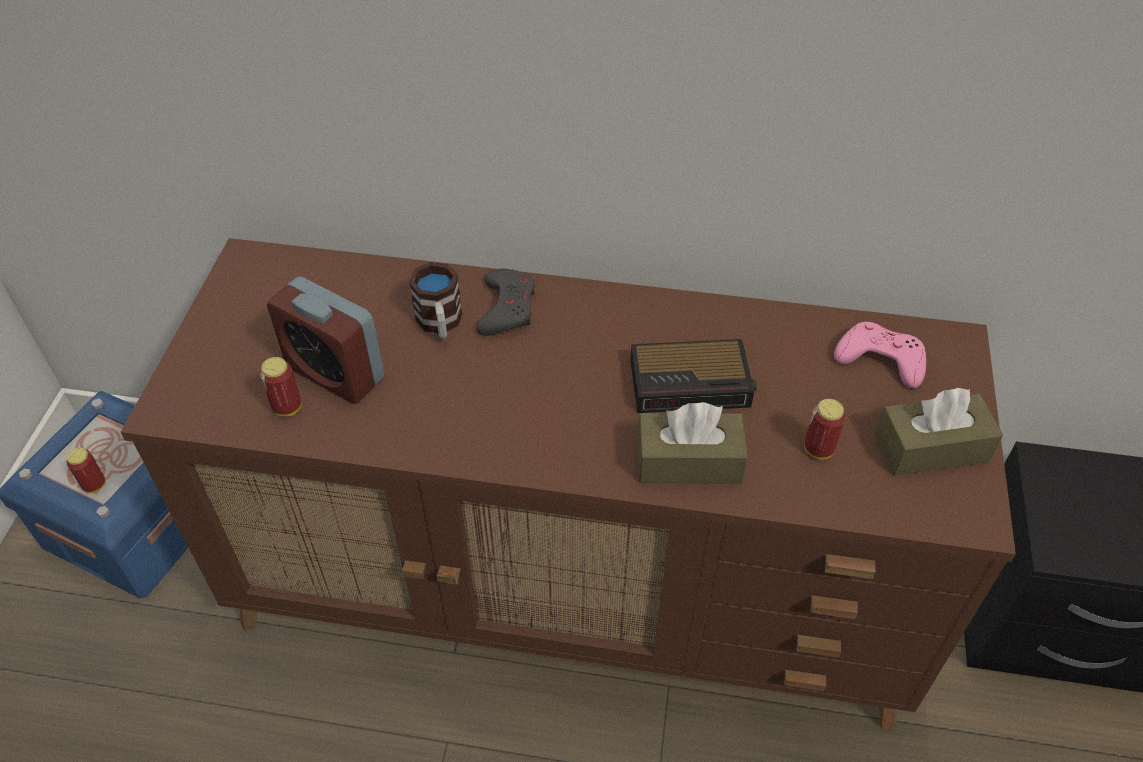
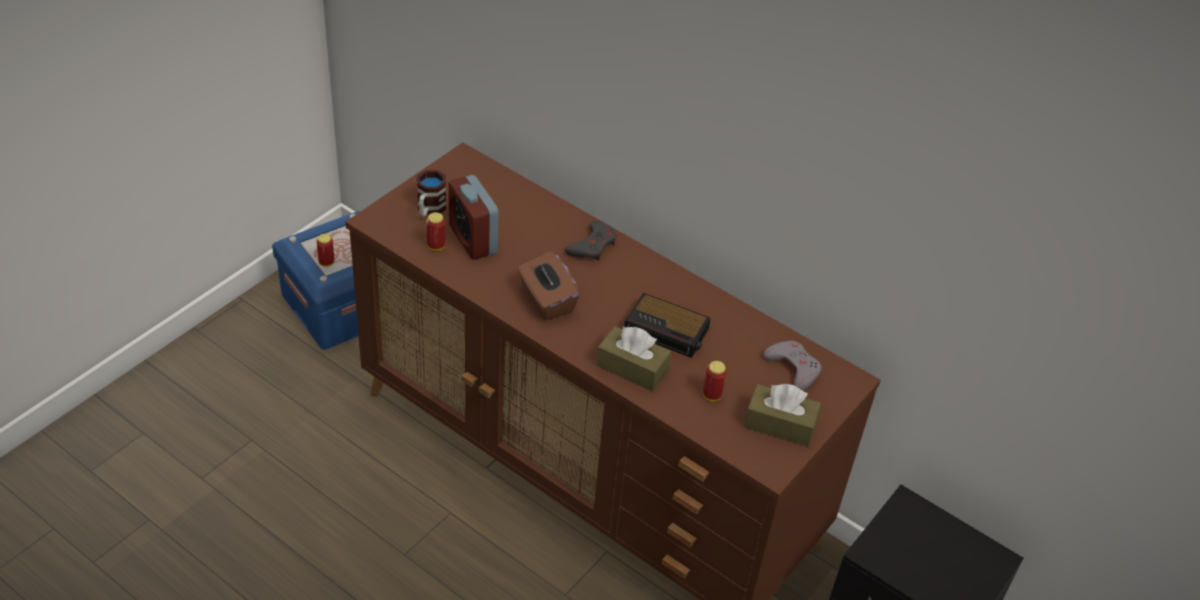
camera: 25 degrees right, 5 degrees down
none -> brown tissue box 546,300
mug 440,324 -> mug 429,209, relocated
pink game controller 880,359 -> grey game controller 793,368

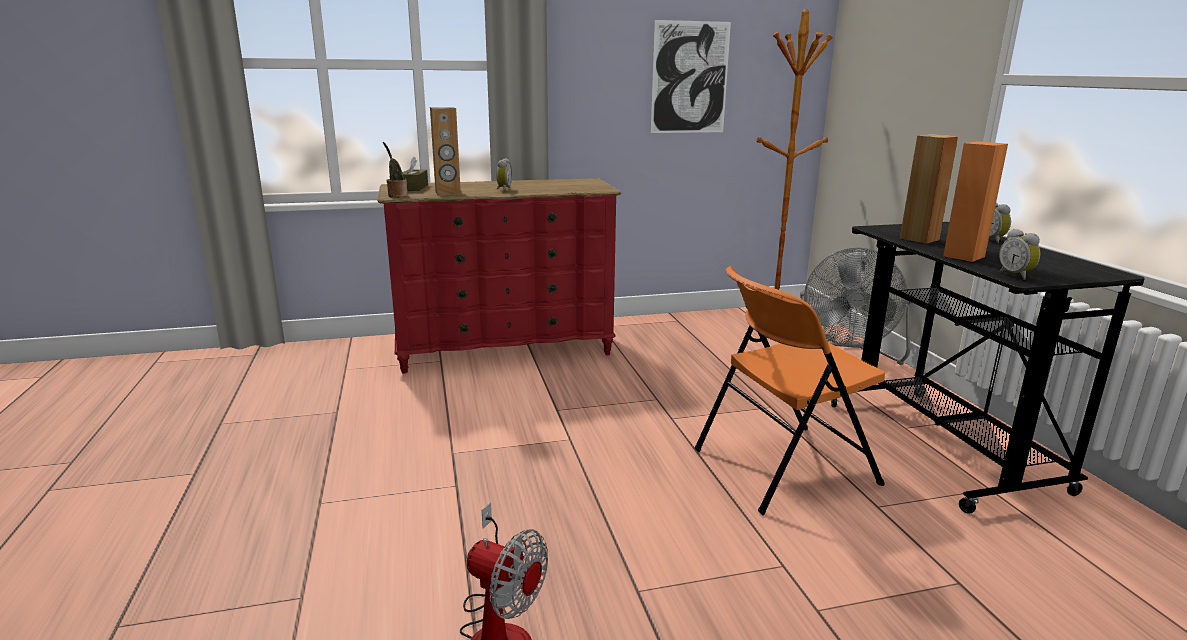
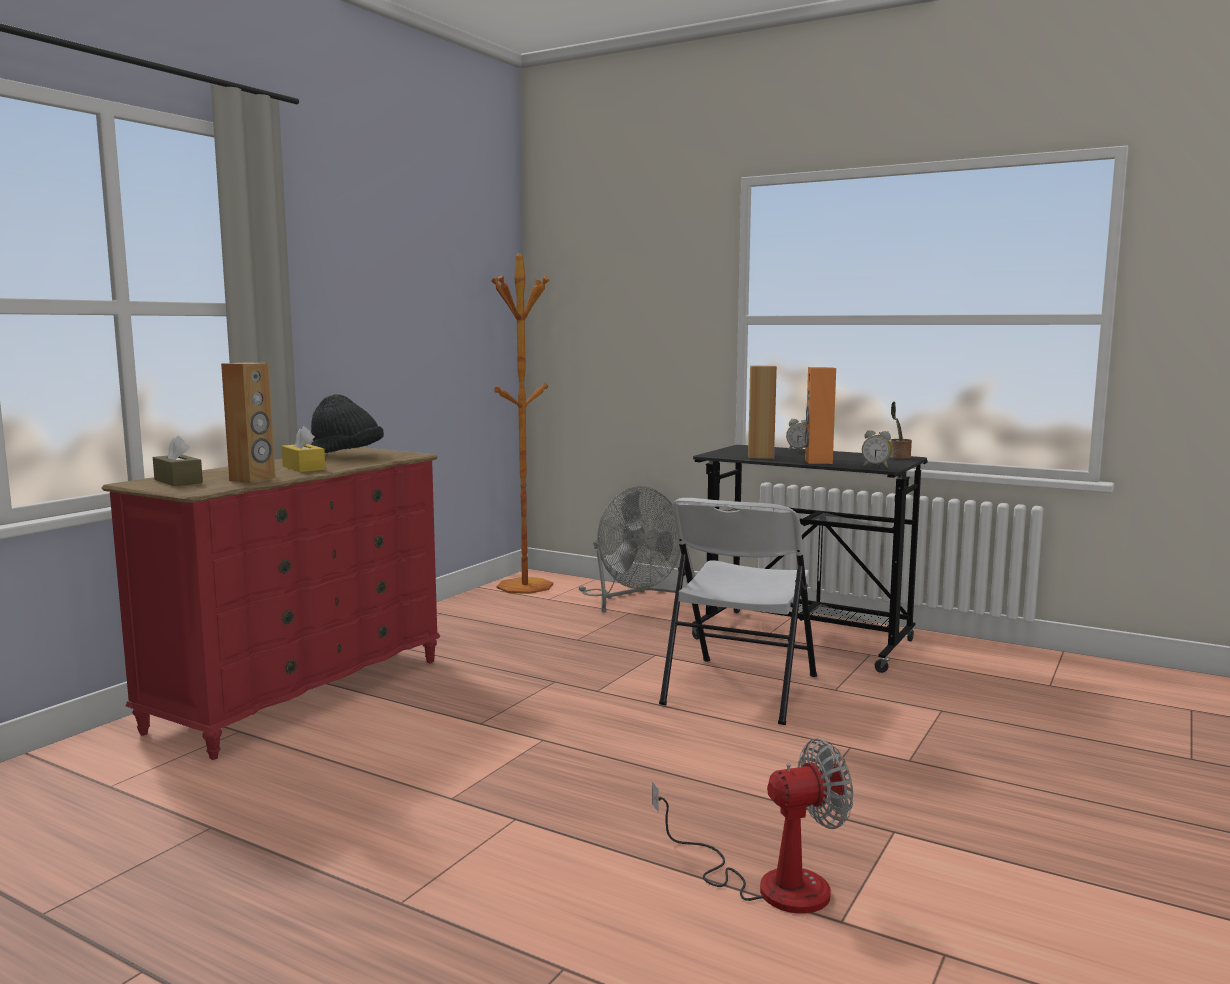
camera: 45 degrees left, 10 degrees down
picture 690,78 -> none
none -> black hat 346,456
potted plant 396,196 -> potted plant 898,457, relocated
alarm clock 503,189 -> yellow tissue box 303,468
orange chair 784,466 -> white chair 740,690

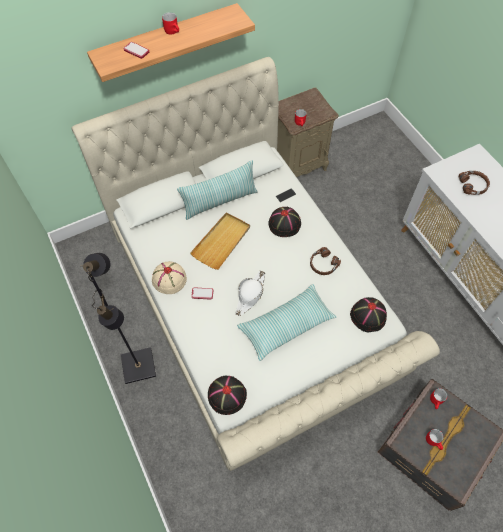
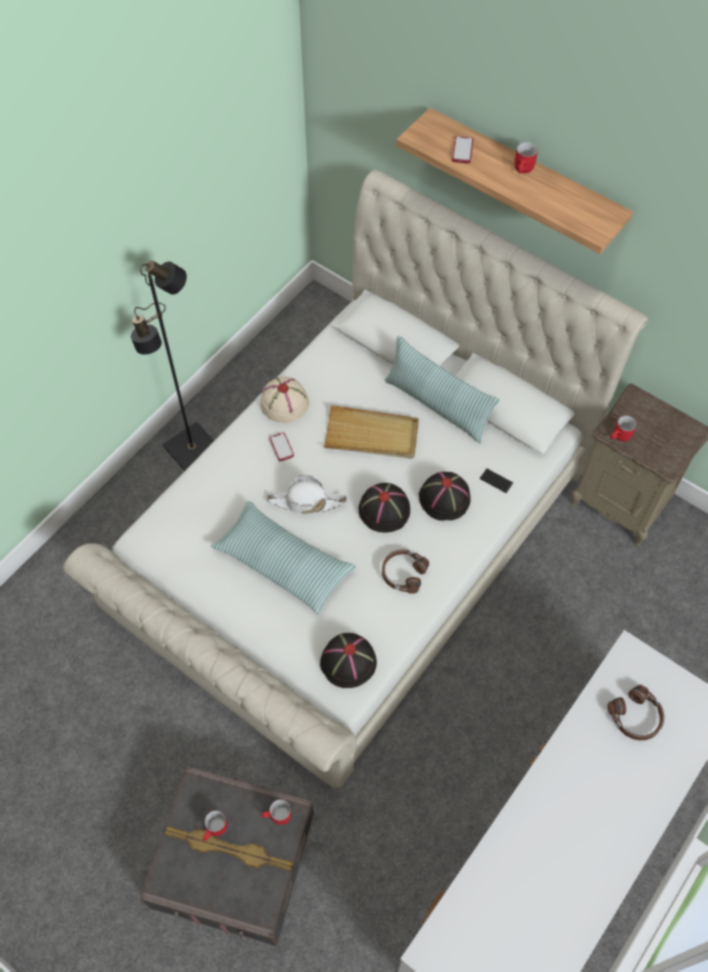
camera: 65 degrees right, 0 degrees up
black hat 226,395 -> black hat 384,509, relocated

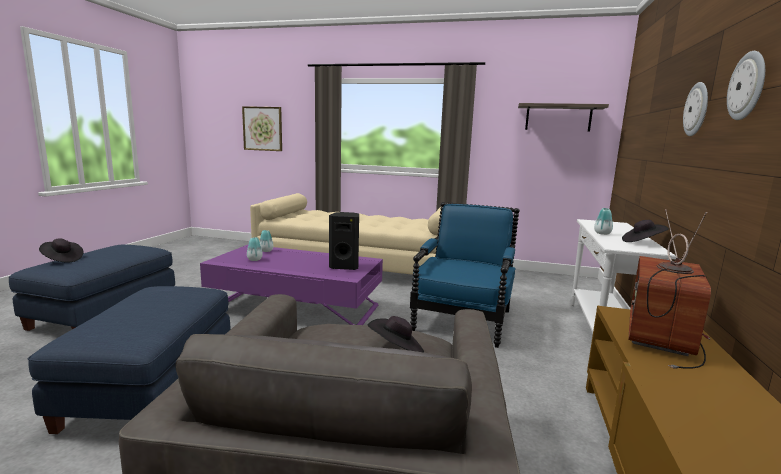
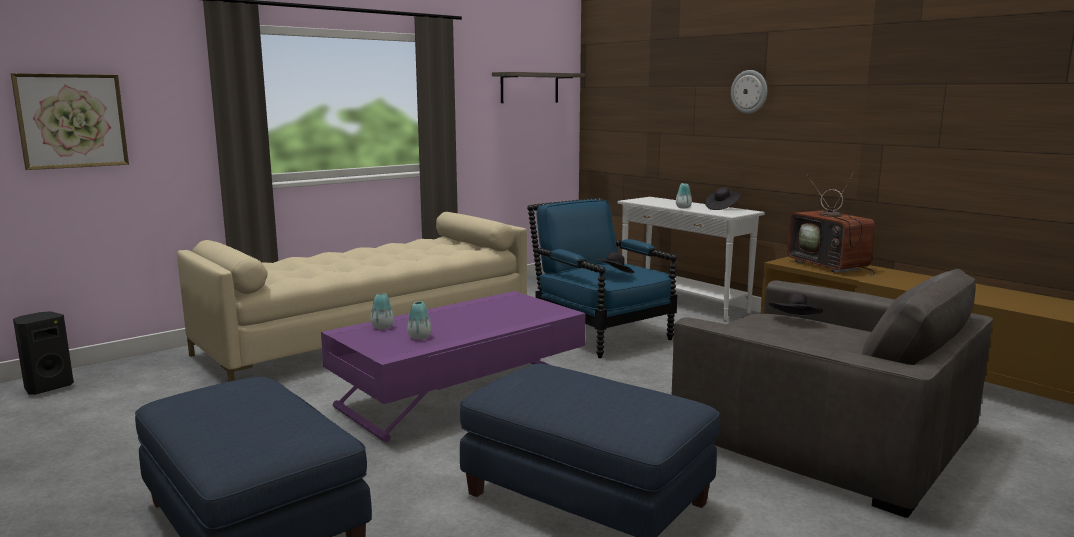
camera: 55 degrees left, 0 degrees up
wall clock 747,86 -> none
black hat 62,259 -> black hat 614,275, relocated
black speaker 345,266 -> black speaker 47,387, relocated

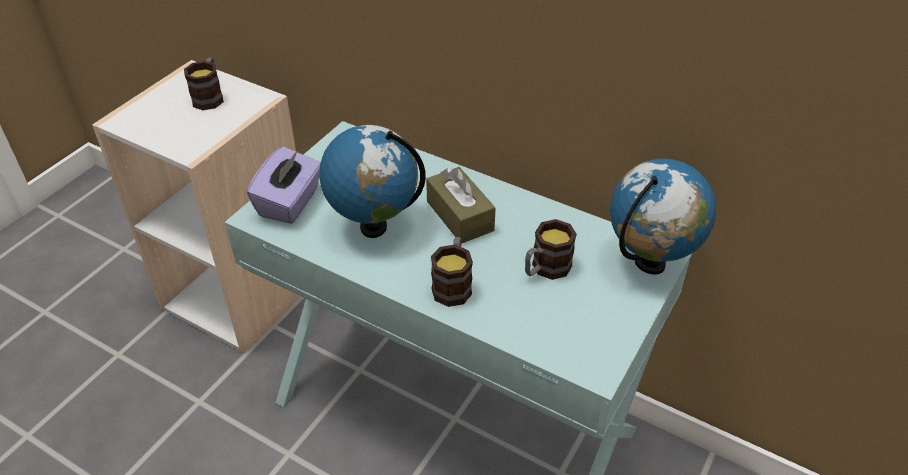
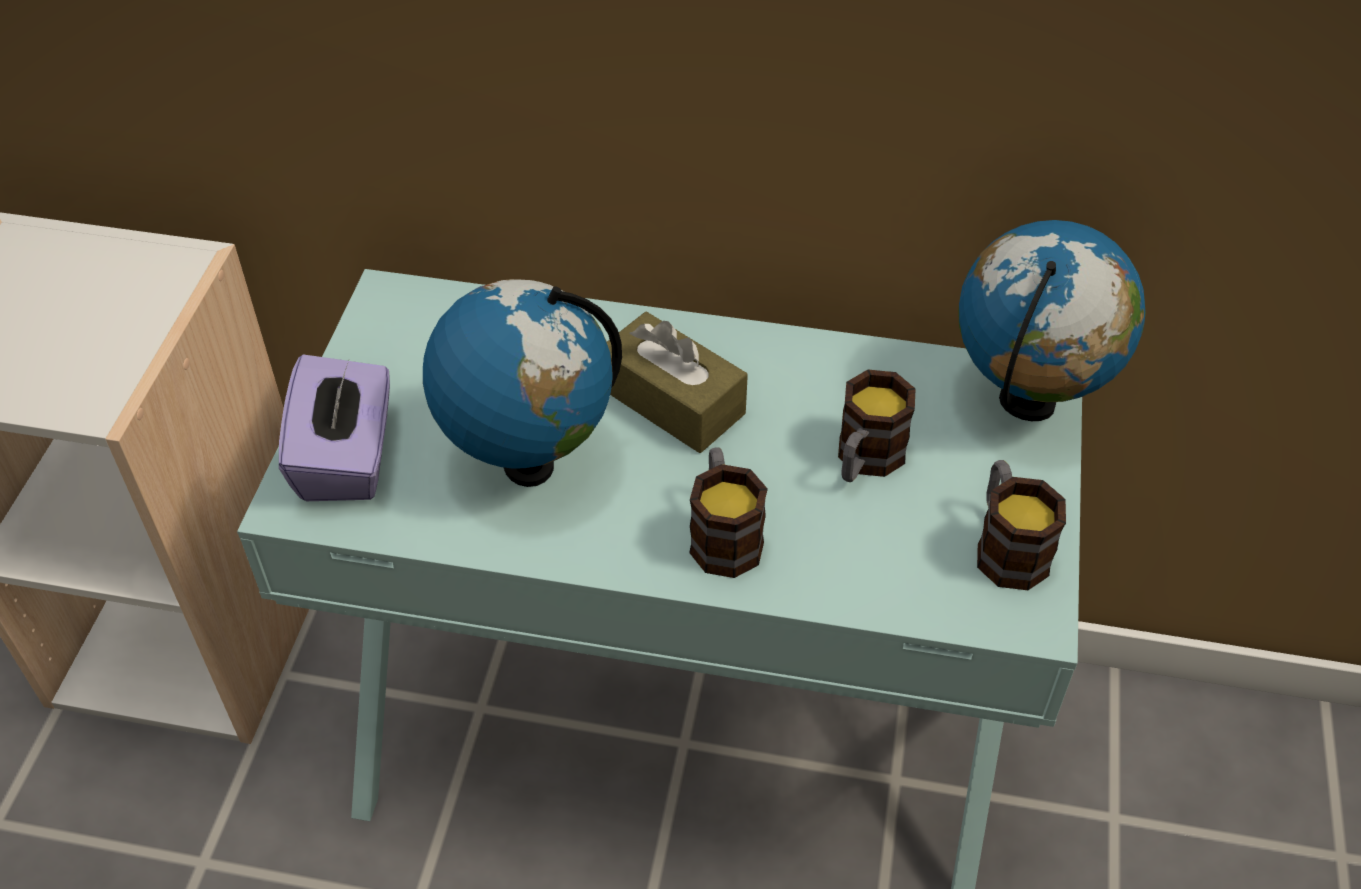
camera: 20 degrees left, 5 degrees up
mug 210,96 -> mug 1006,546, relocated

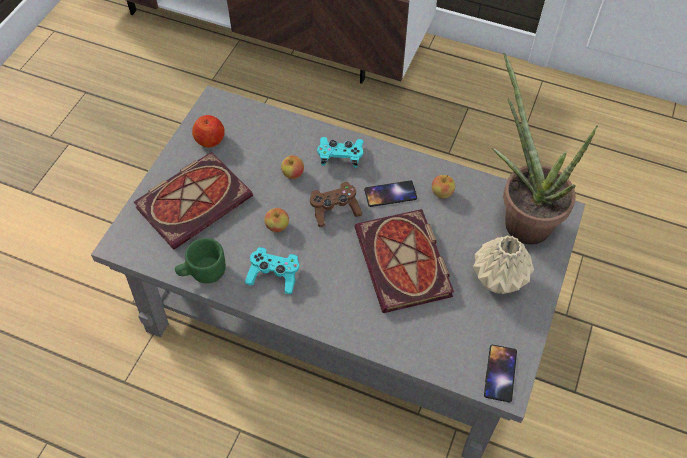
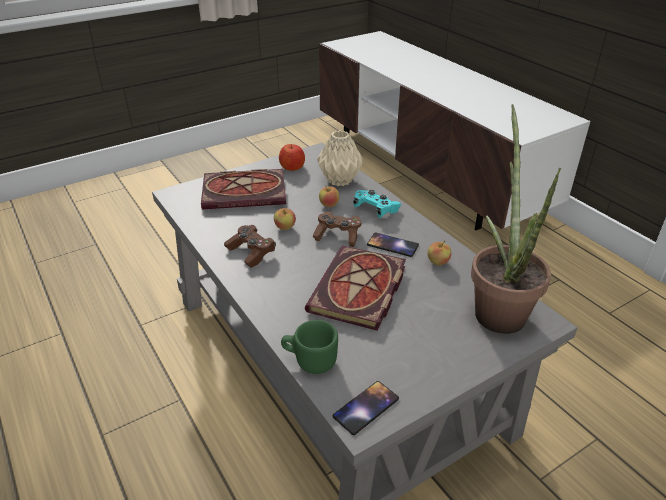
camera: 35 degrees right, 20 degrees down
green mug 202,272 -> green mug 310,360, relocated
beige vase 498,281 -> beige vase 339,181, relocated
turquoise game controller 274,275 -> brown game controller 251,252

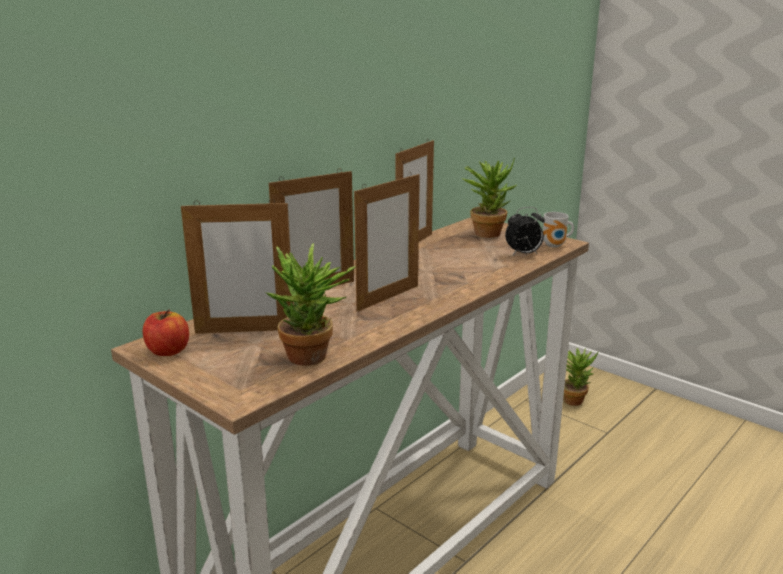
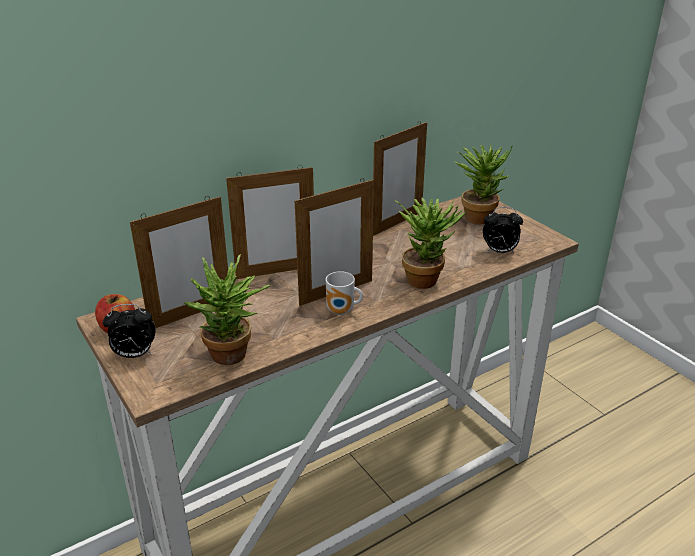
camera: 15 degrees right, 10 degrees up
none -> alarm clock 134,355
mug 555,246 -> mug 342,312, relocated
potted plant 574,399 -> potted plant 426,278, relocated
picture frame 245,331 -> picture frame 191,314, 45 degrees counterclockwise

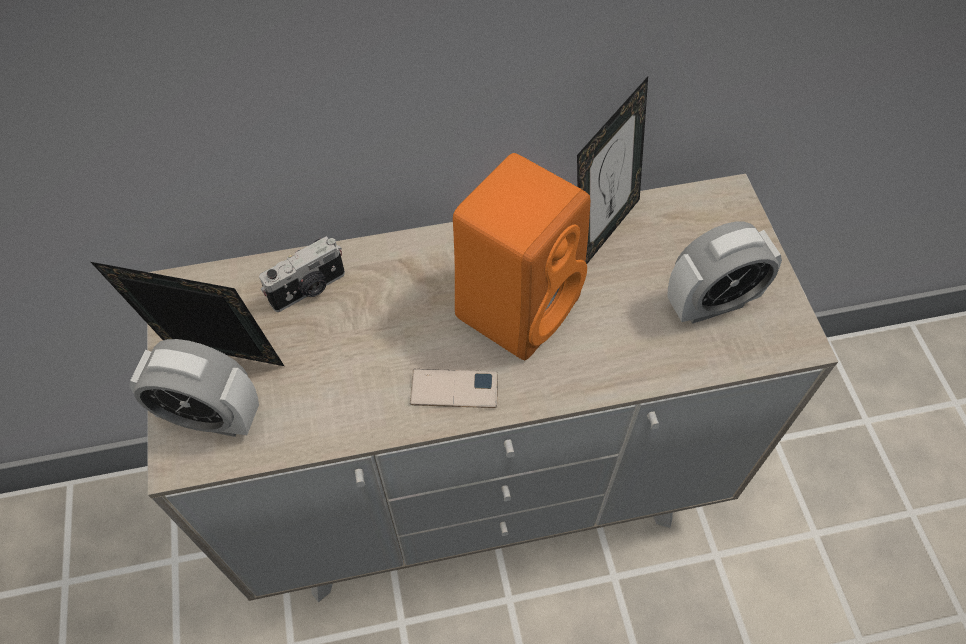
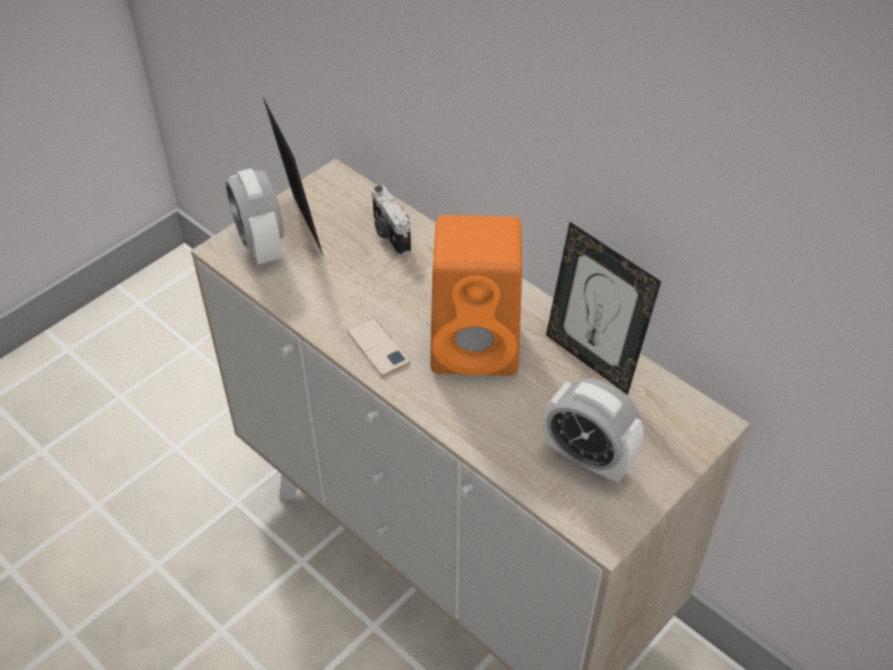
camera: 55 degrees right, 10 degrees down
photo camera 309,289 -> photo camera 390,235, 45 degrees clockwise
picture frame 601,231 -> picture frame 591,359, 45 degrees clockwise

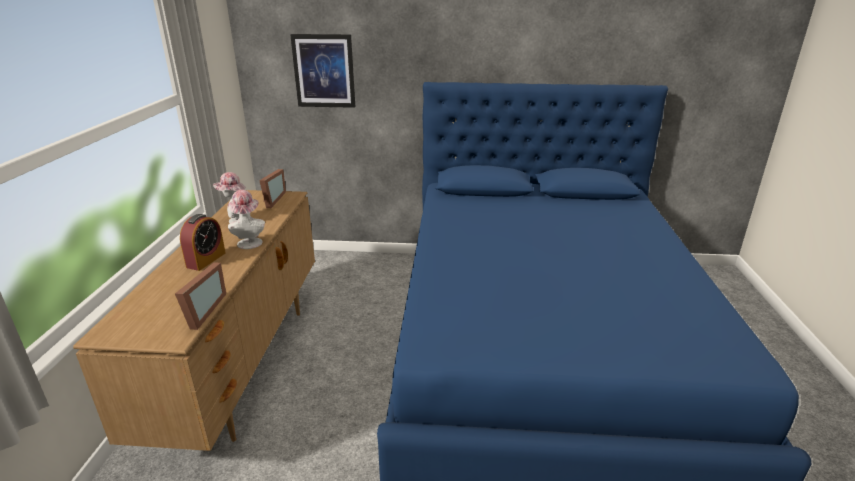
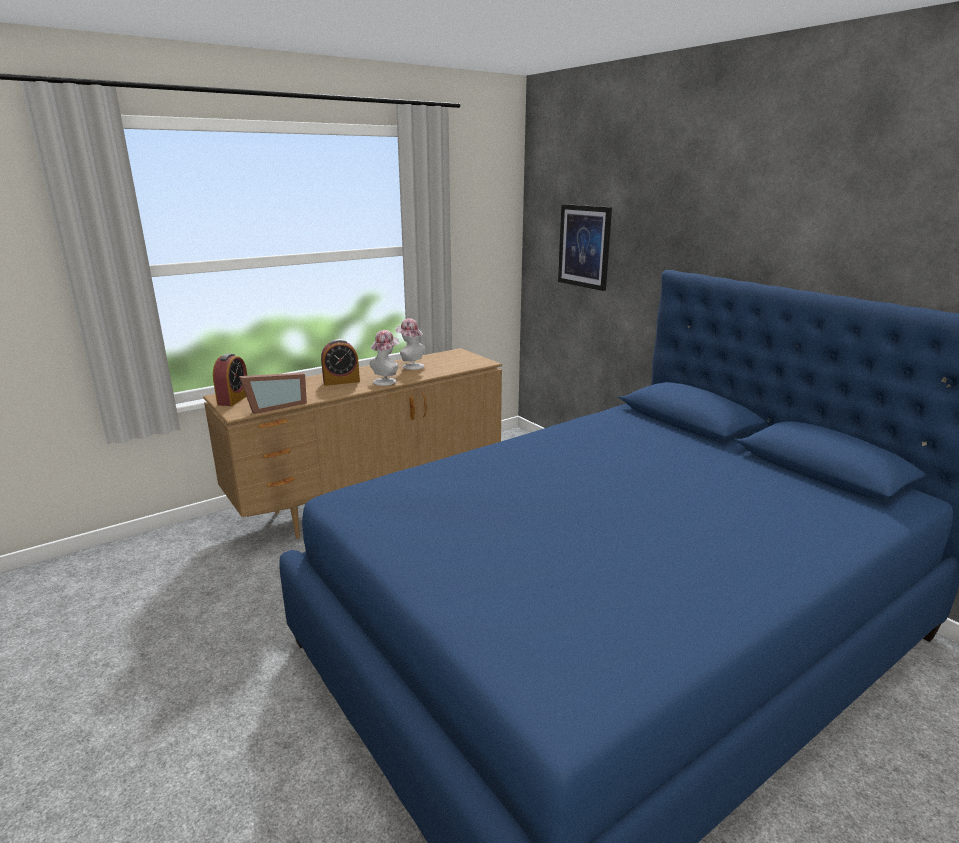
camera: 50 degrees right, 5 degrees down
picture frame 271,200 -> none
none -> alarm clock 234,399

